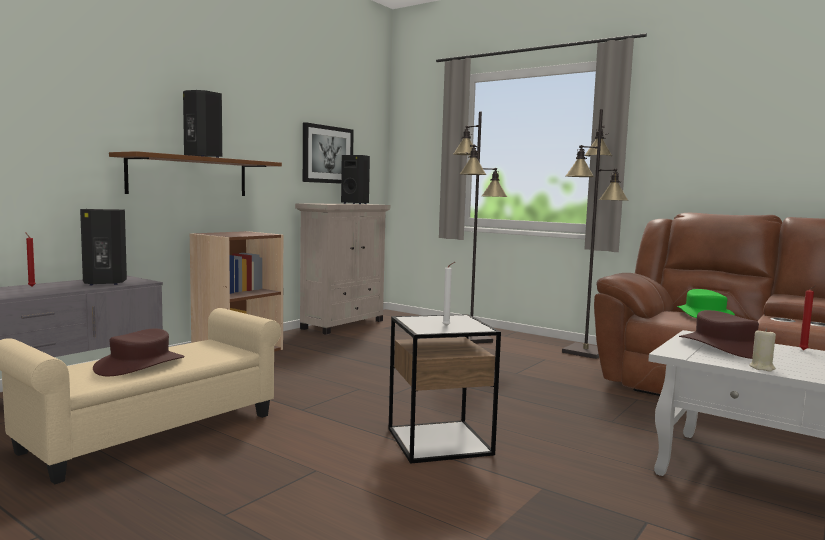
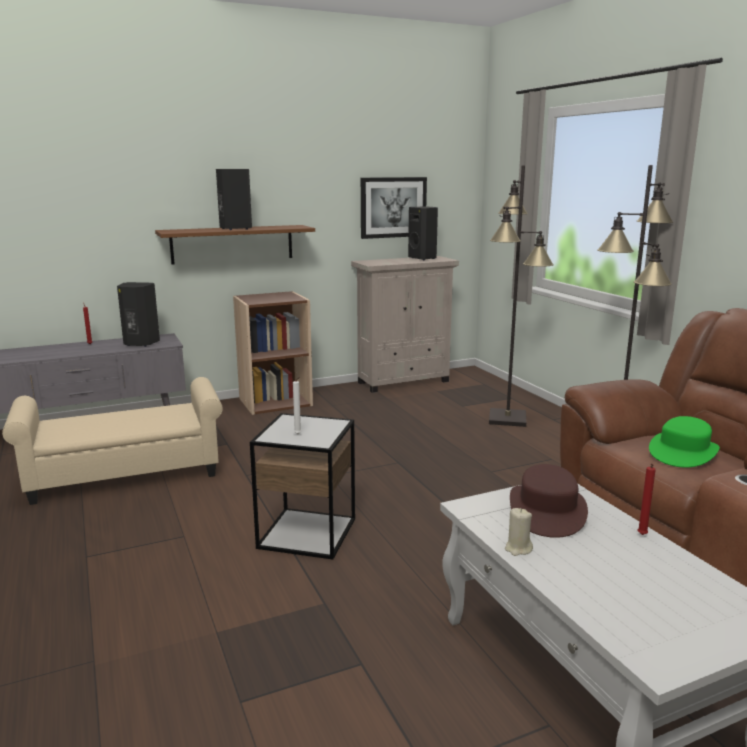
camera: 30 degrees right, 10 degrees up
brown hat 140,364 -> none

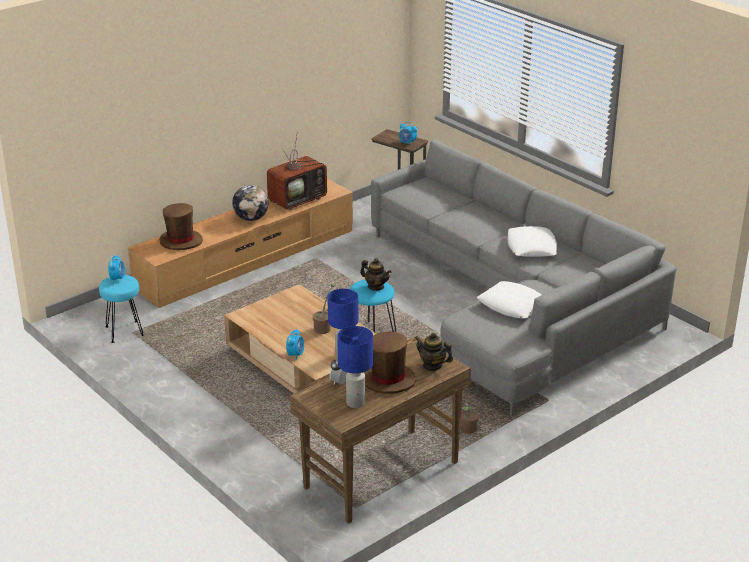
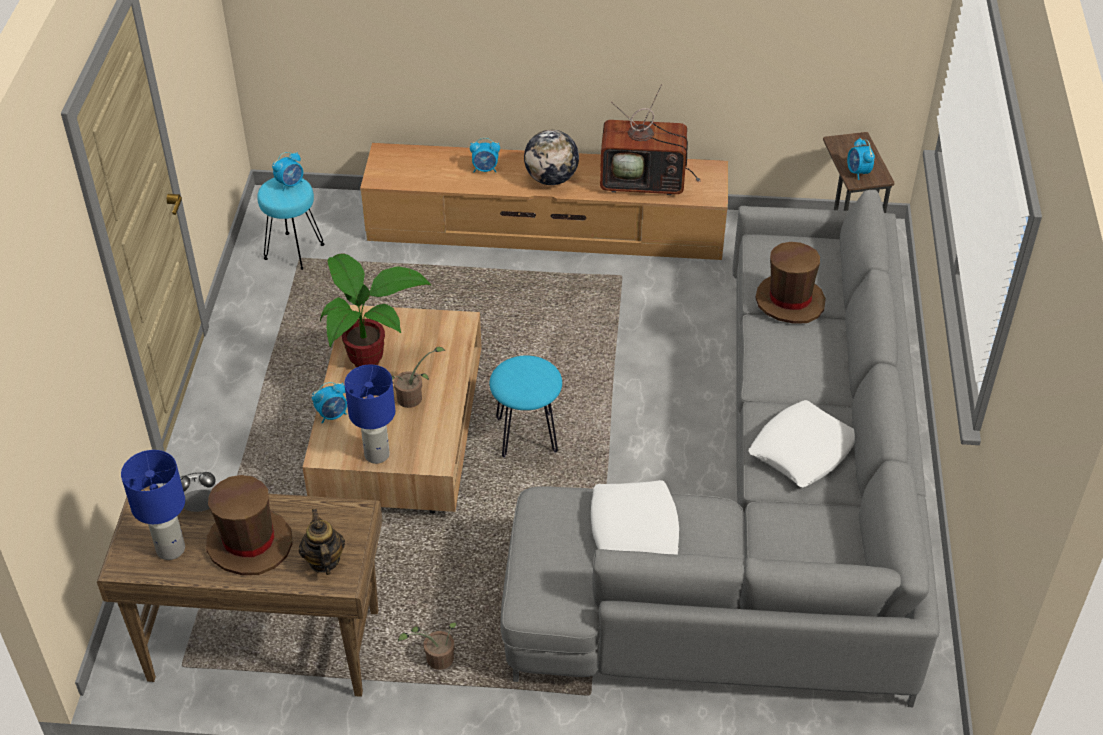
camera: 45 degrees right, 15 degrees up
teapot 376,287 -> none
none -> potted plant 371,358
none -> alarm clock 485,169
brown hat 181,241 -> brown hat 789,301, relocated

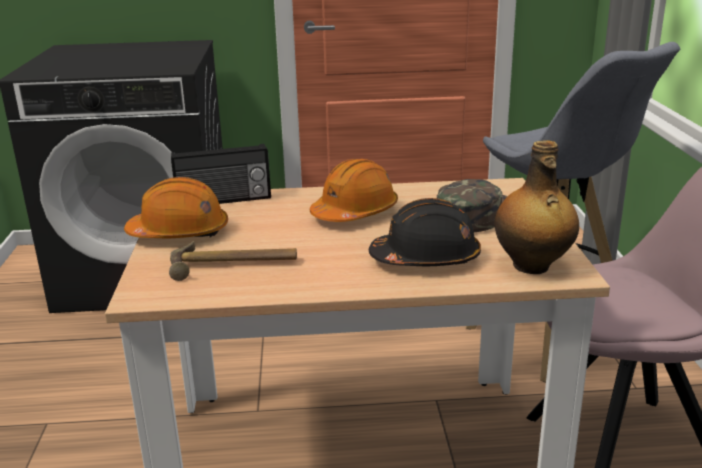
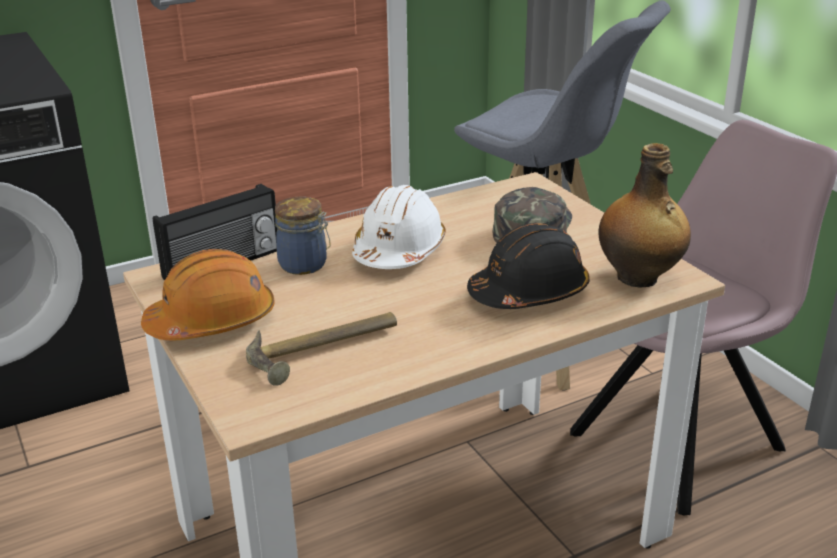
camera: 25 degrees left, 5 degrees up
none -> jar 305,265
orange hard hat 355,213 -> white hard hat 399,251

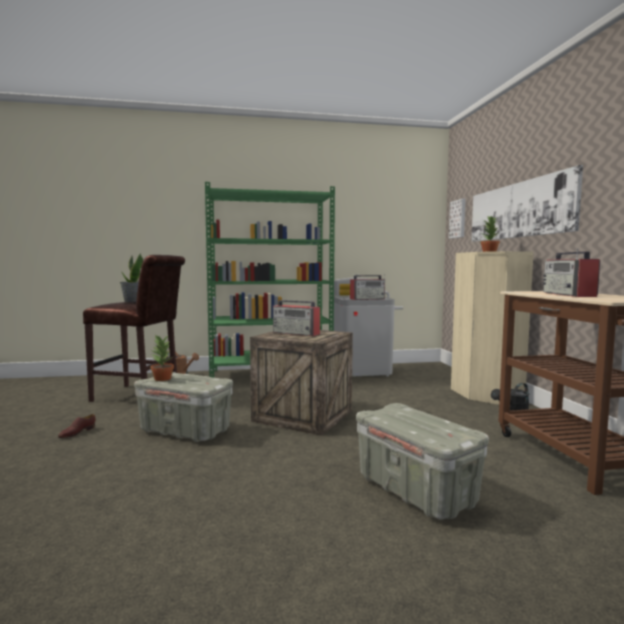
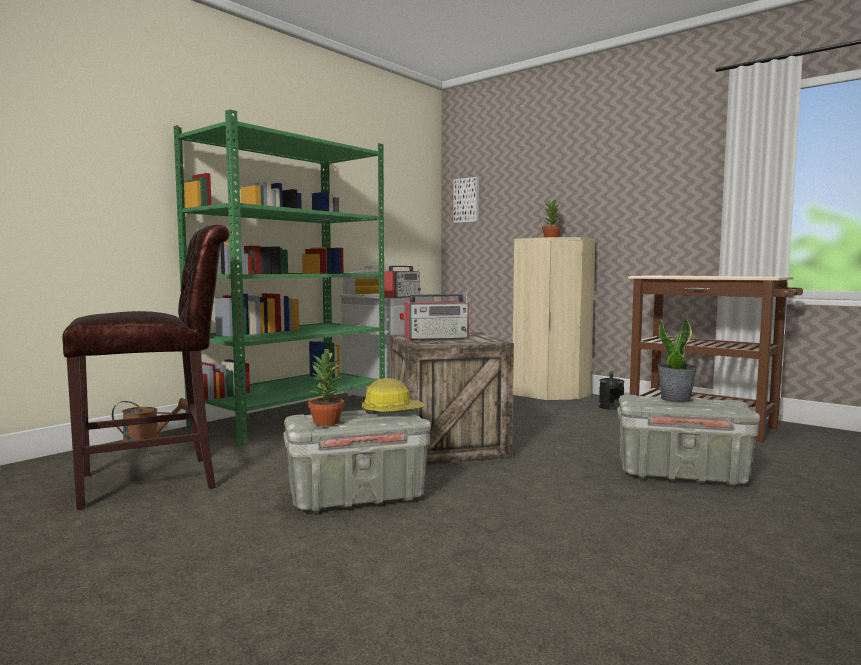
camera: 40 degrees left, 0 degrees up
brown shoe 77,432 -> none
picture 518,210 -> none
radio 569,295 -> none
none -> hard hat 392,411
potted plant 132,301 -> potted plant 676,399, relocated

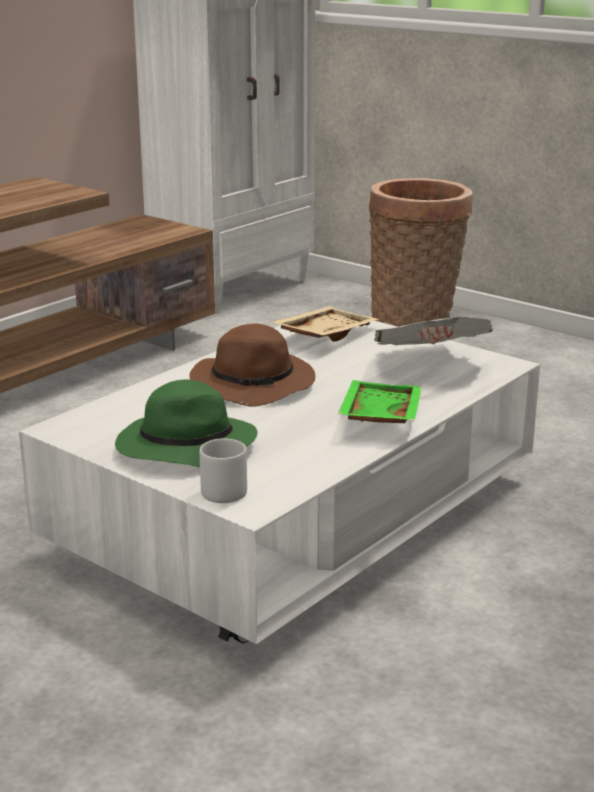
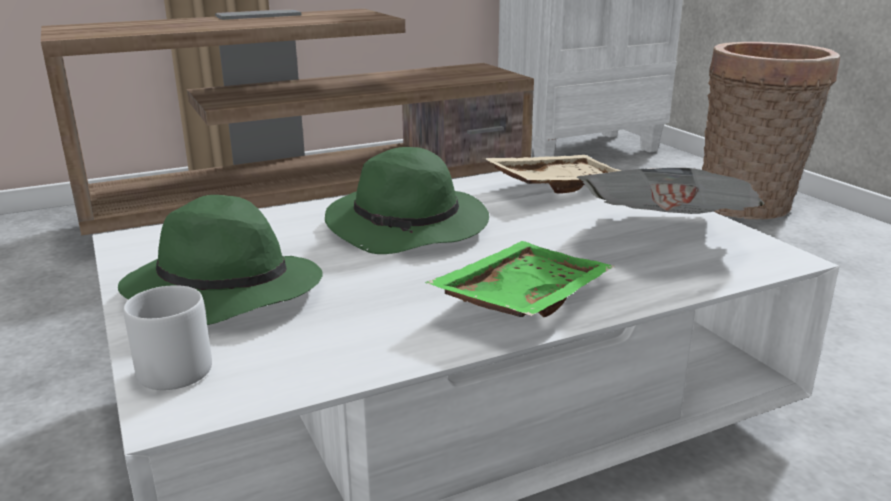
camera: 25 degrees right, 0 degrees up
brown hat 255,384 -> green hat 409,227

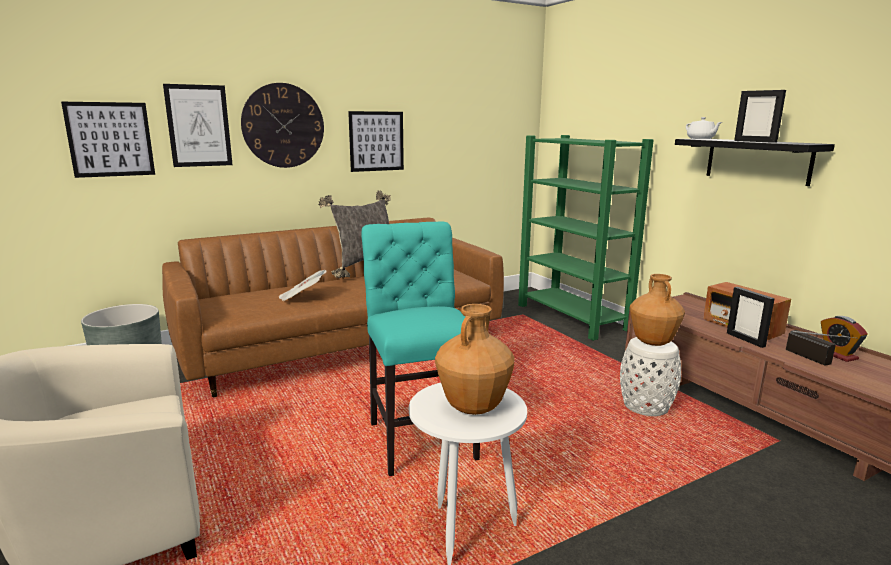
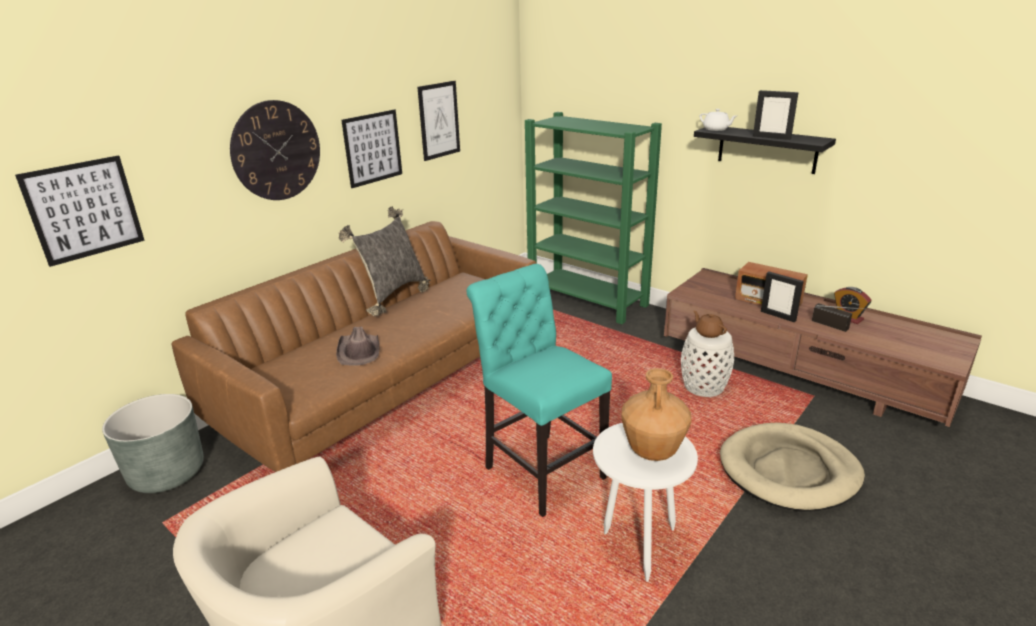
camera: 20 degrees left, 10 degrees up
none -> beige dog bed 789,471
picture 199,126 -> picture 439,120, relocated
newspaper 302,298 -> brown hat 359,351
brown vase 652,342 -> brown teapot 708,333

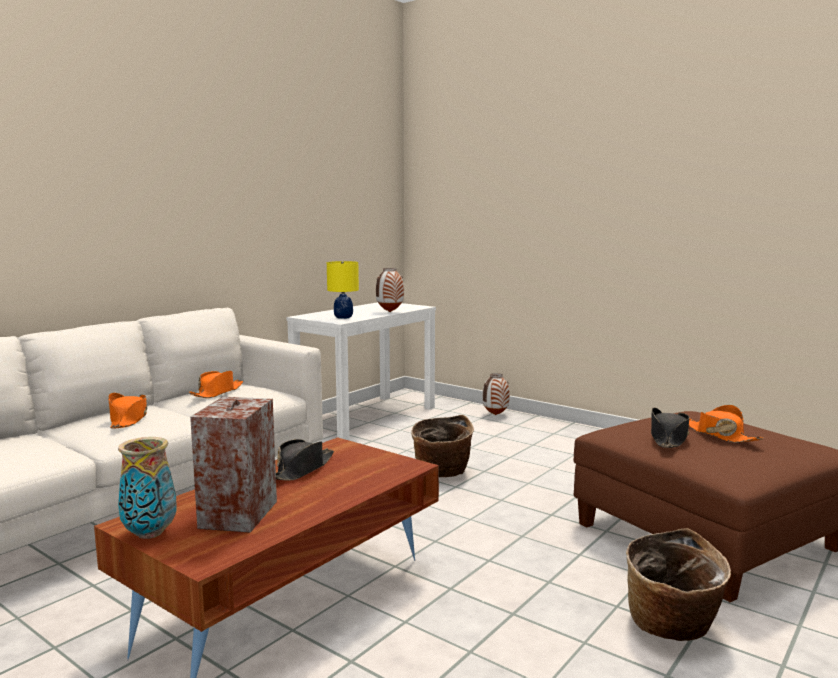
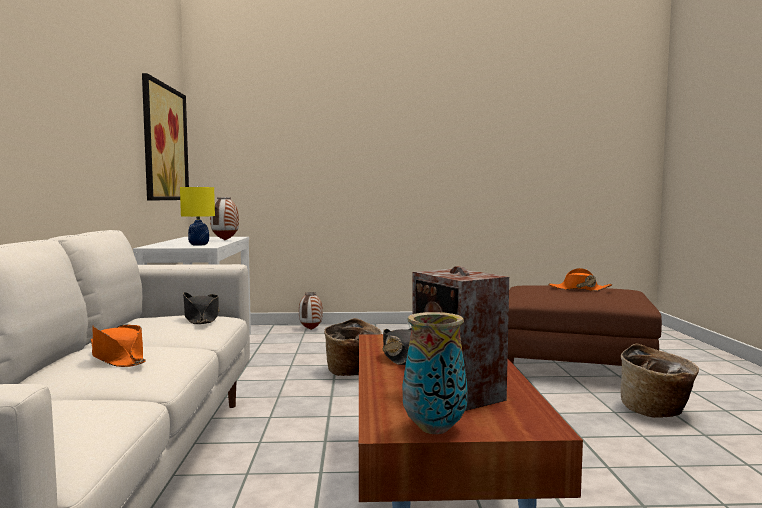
camera: 40 degrees left, 5 degrees down
orange hat 217,392 -> none
none -> picture 164,143
black hat 668,438 -> black hat 201,318, relocated

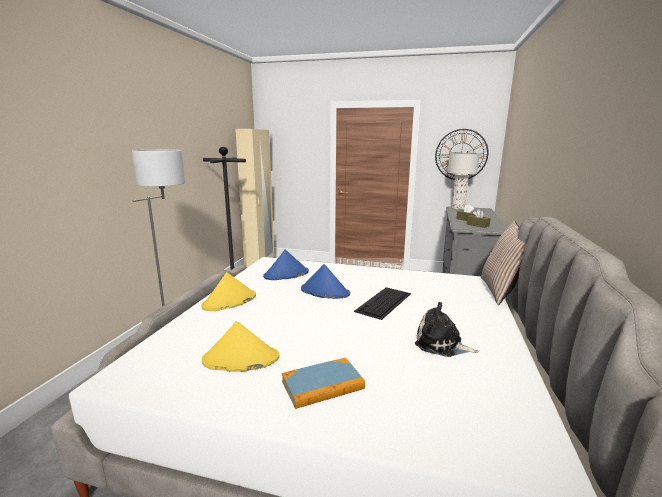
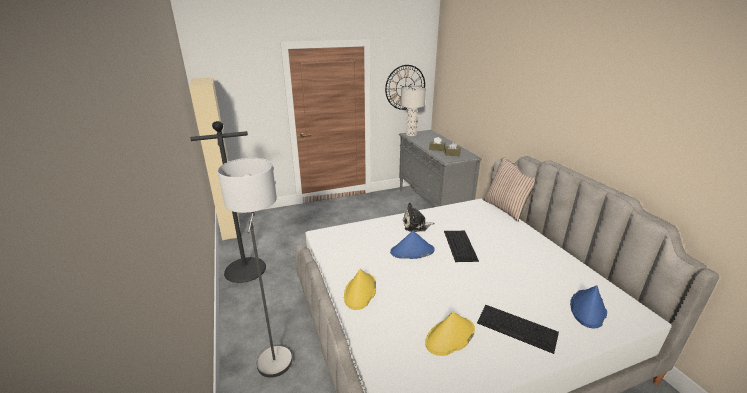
camera: 35 degrees left, 10 degrees up
blue hat 286,274 -> blue hat 588,309, relocated
plush toy 441,344 -> plush toy 416,225, relocated
book 322,385 -> keyboard 518,327

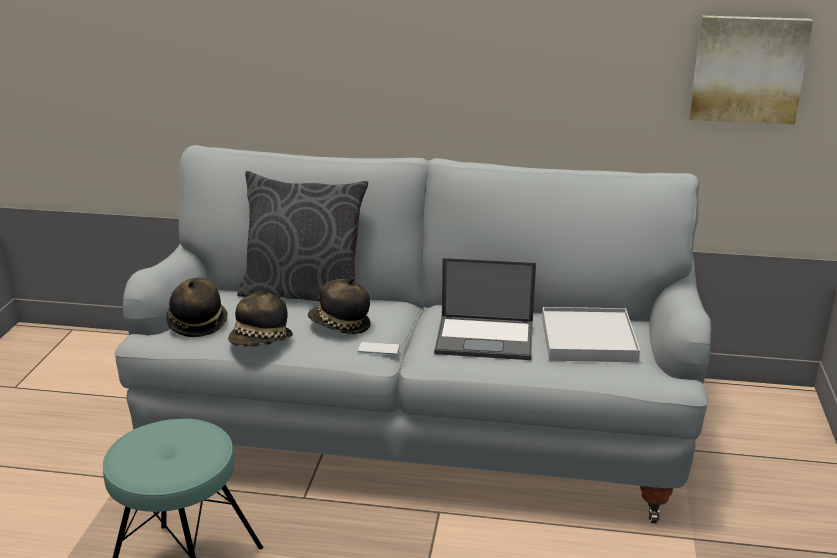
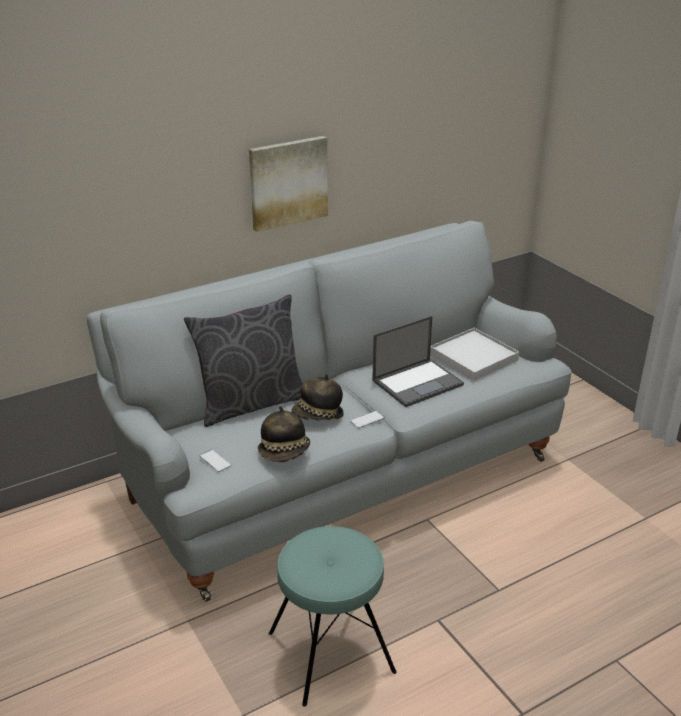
camera: 40 degrees left, 5 degrees up
picture 748,69 -> picture 288,182, relocated
hat 197,323 -> phone 215,461

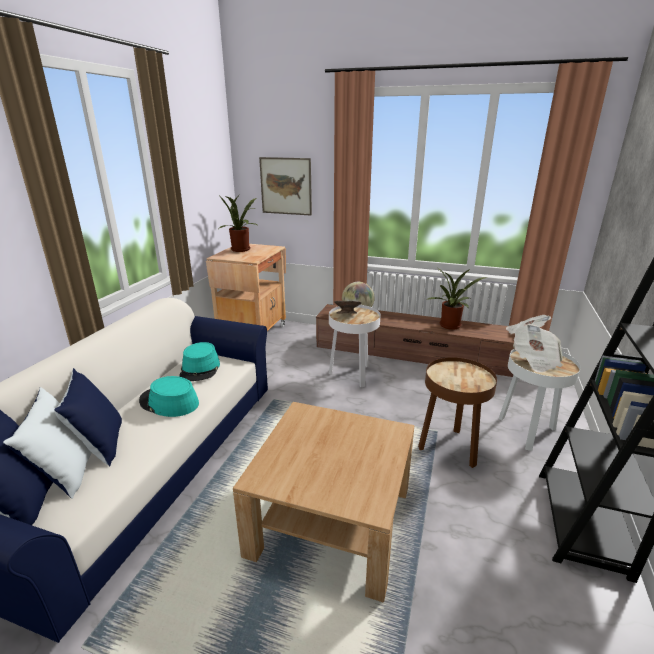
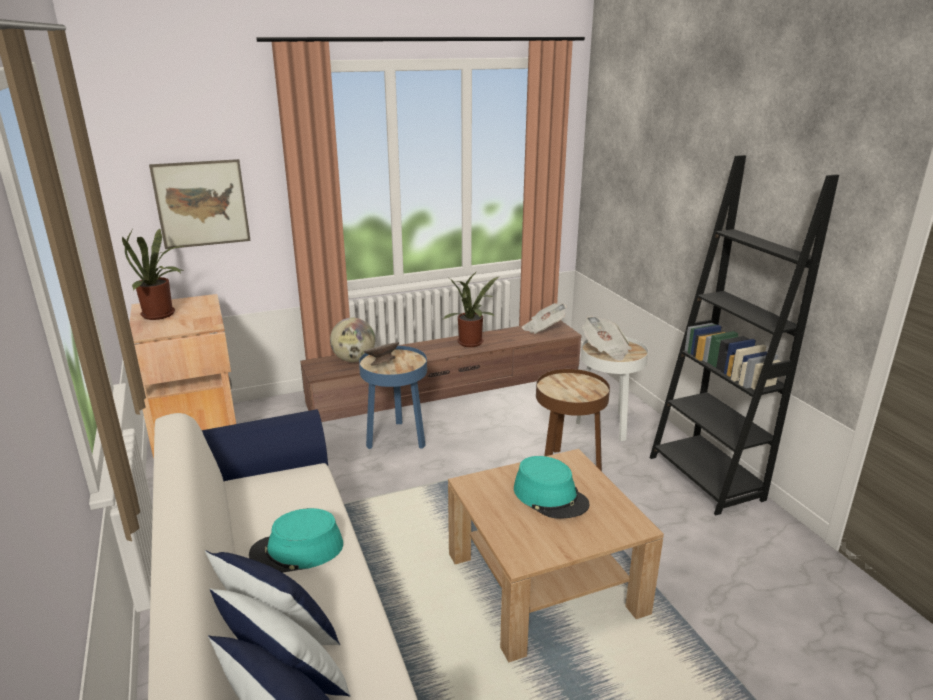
camera: 40 degrees left, 0 degrees up
turquoise hat 200,369 -> turquoise hat 550,496, relocated
white side table 352,375 -> blue side table 397,439

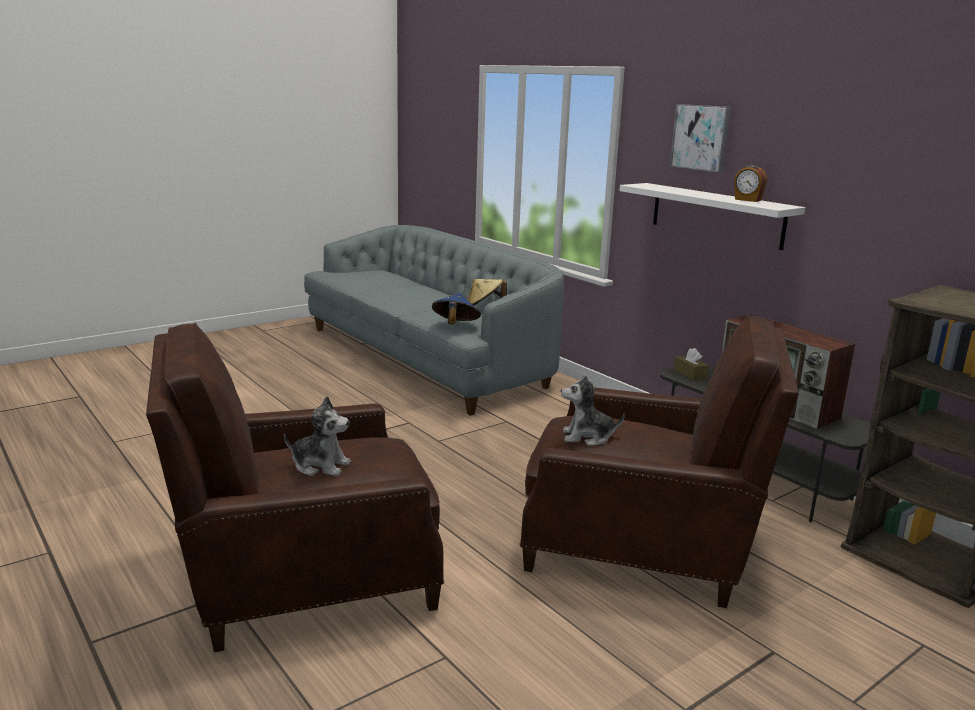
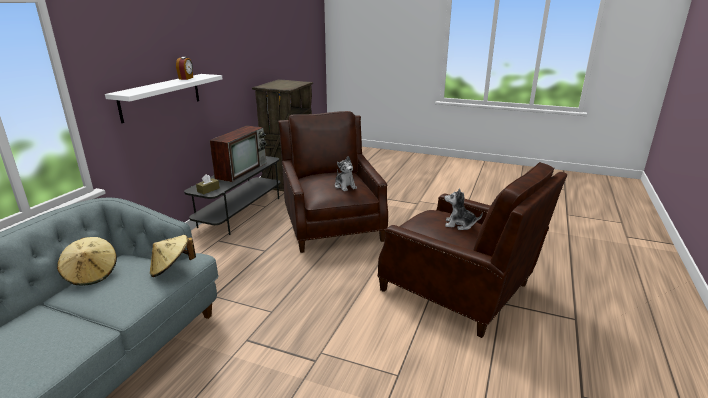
camera: 120 degrees left, 5 degrees up
picture 701,137 -> none
blue hat 455,325 -> beige hat 172,268
plush toy 320,466 -> plush toy 459,224, 60 degrees counterclockwise

